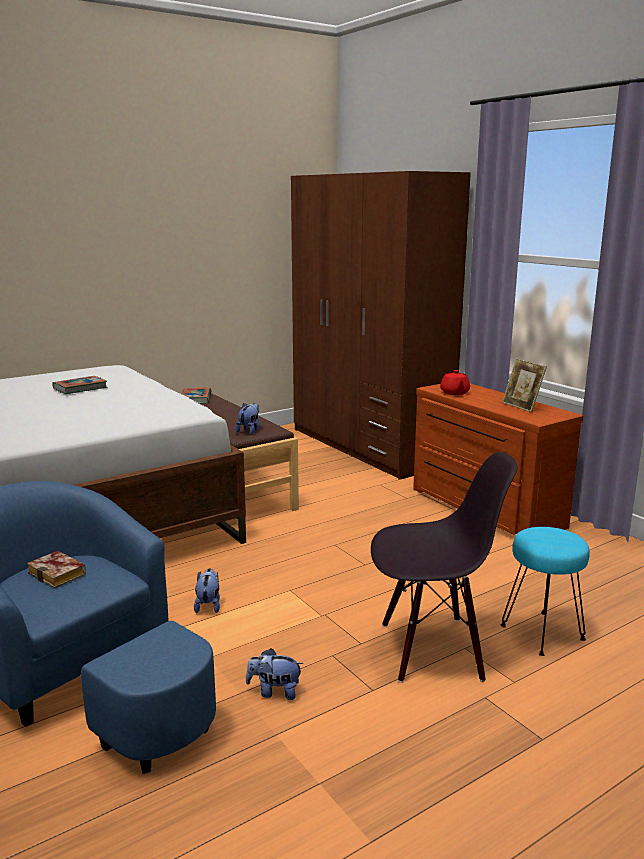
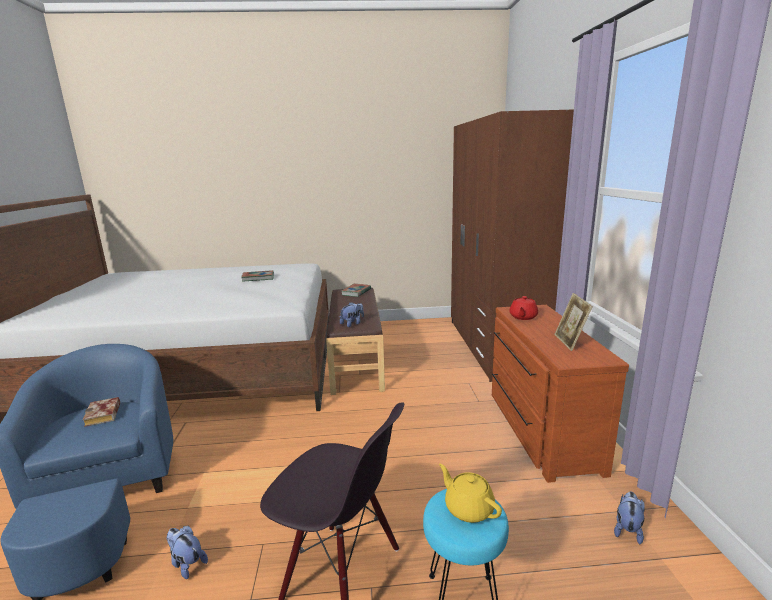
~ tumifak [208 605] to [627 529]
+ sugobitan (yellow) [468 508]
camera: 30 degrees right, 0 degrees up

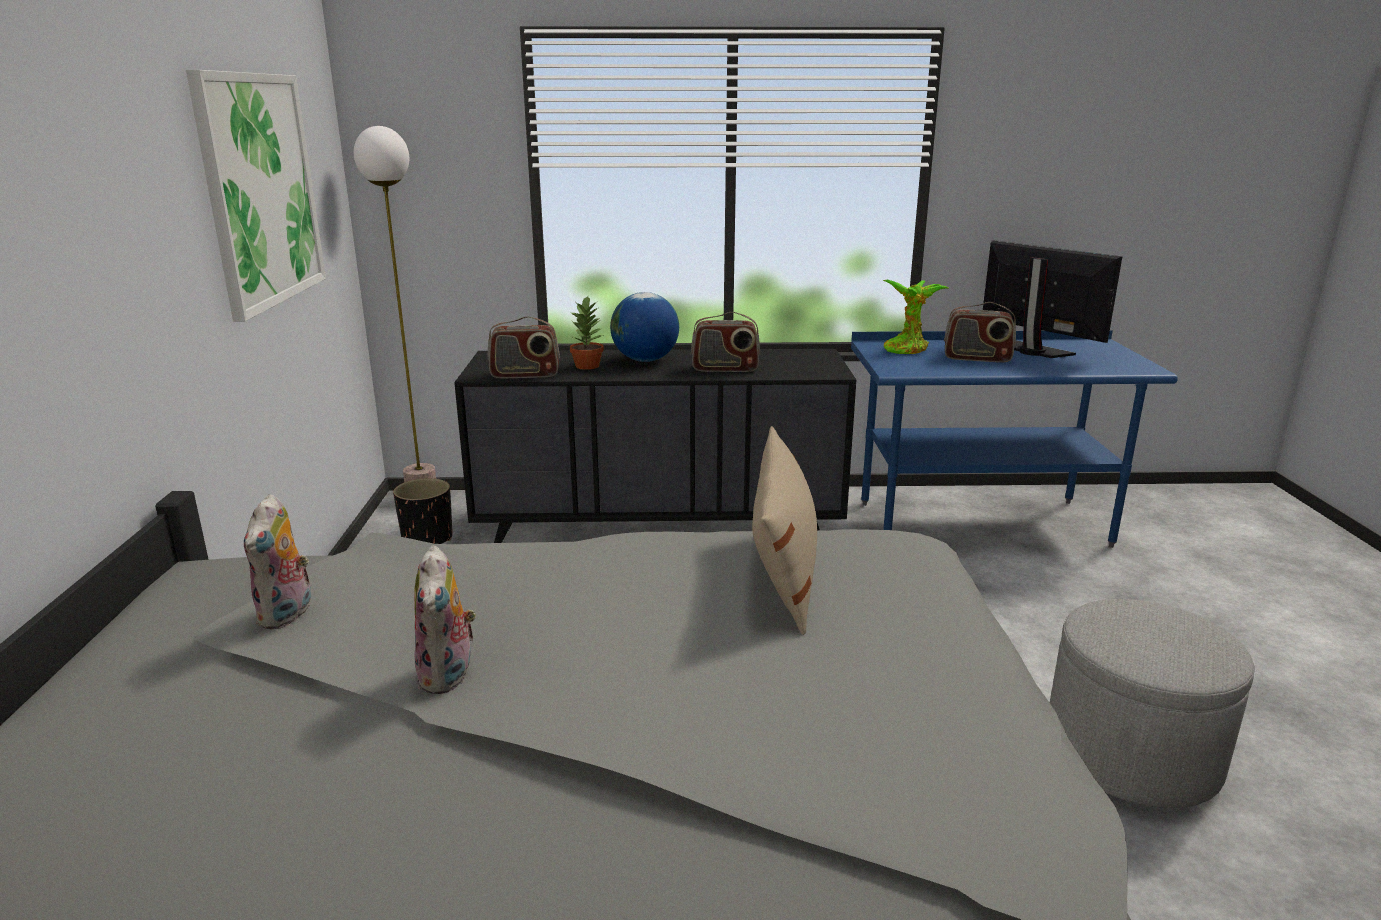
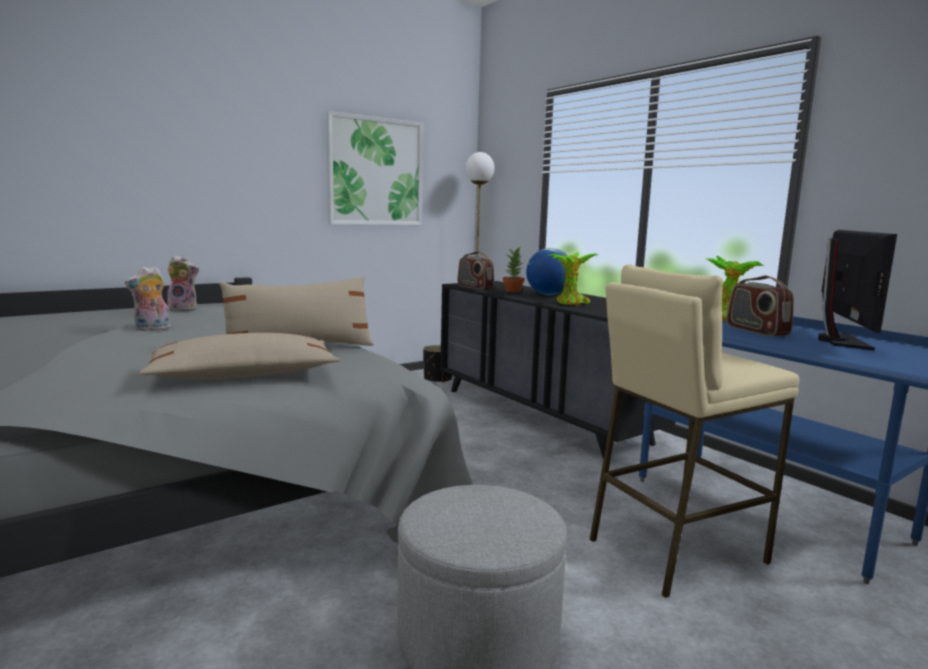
~ tumifak [288 615] = [184 309] 150 degrees counterclockwise
~ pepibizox [725 369] to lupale [571 304]
+ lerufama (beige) [244 376]
+ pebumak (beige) [674 550]
camera: 55 degrees right, 10 degrees down

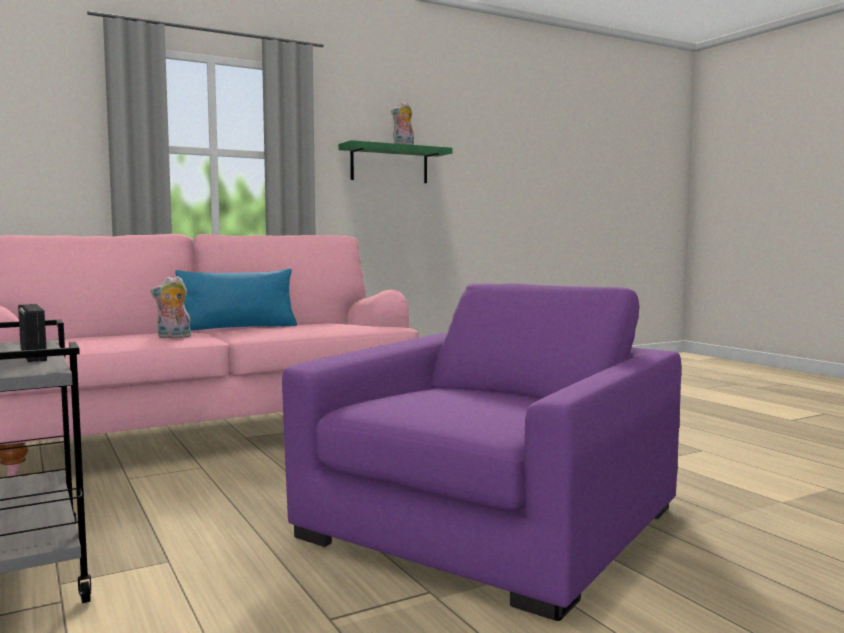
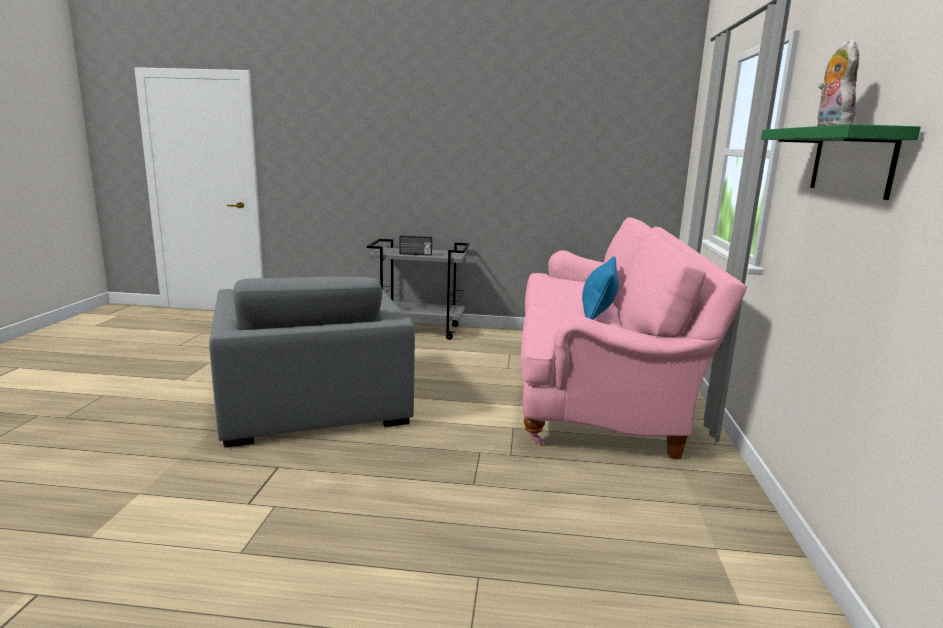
- tumifak [173 337]
~ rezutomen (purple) [491 524] to rezutomen (grey) [311 398]
camera: 125 degrees right, 10 degrees up

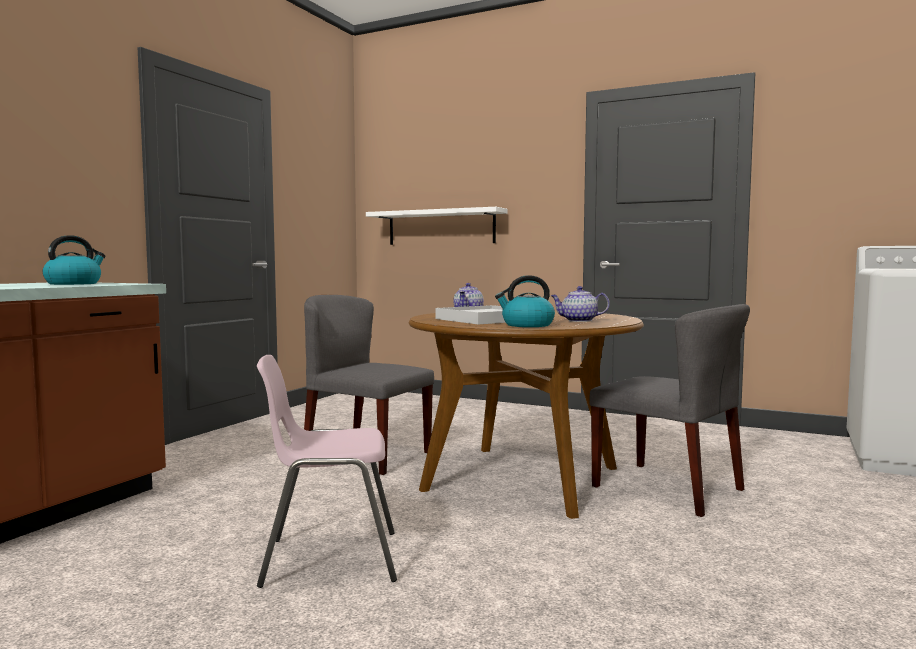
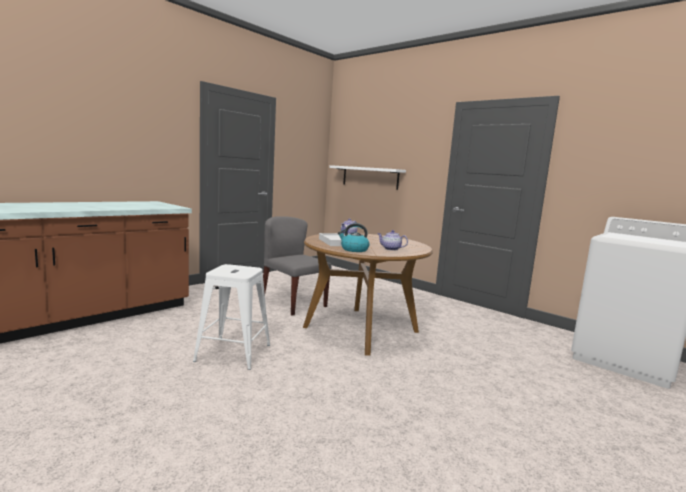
- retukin [74 284]
~ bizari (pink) [329 558] to pebumak (white) [233 353]
- bizari (grey) [668 488]
camera: 15 degrees right, 5 degrees up

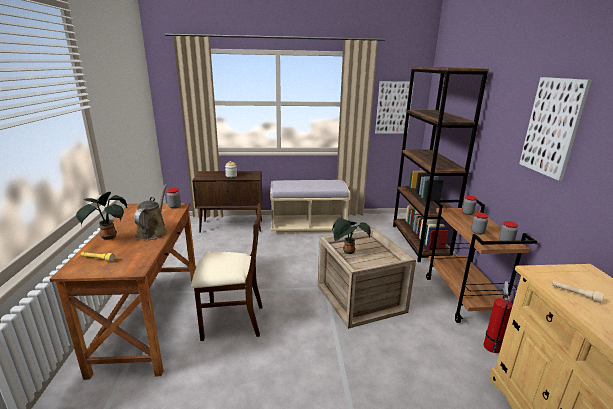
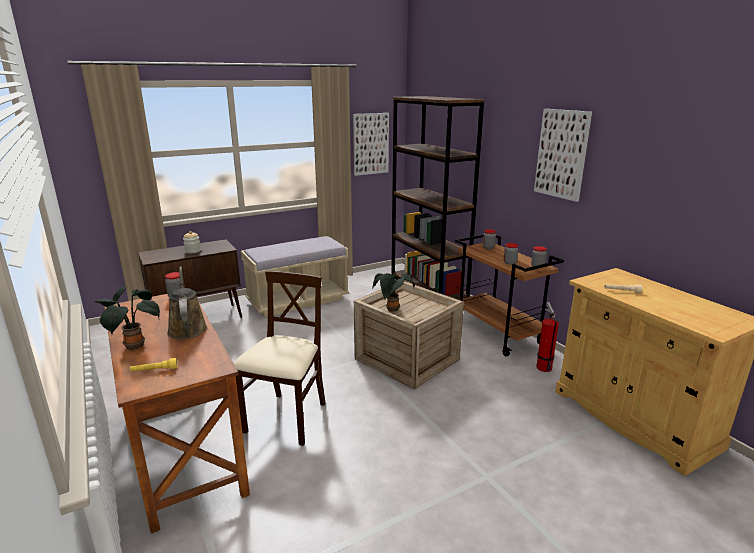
~ bizari (beige) [232 321] = [287 419] 45 degrees counterclockwise
camera: 25 degrees left, 0 degrees up

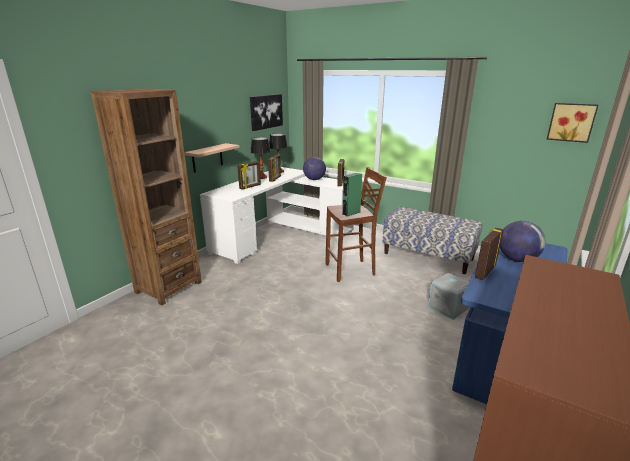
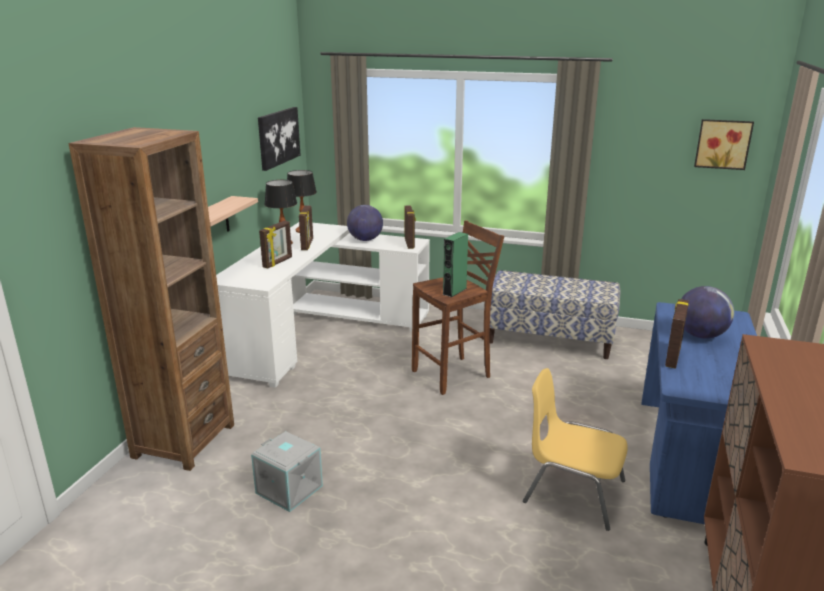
~ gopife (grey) [449 307] to [290 489]
+ bizari (yellow) [572 491]
camera: 15 degrees left, 0 degrees up

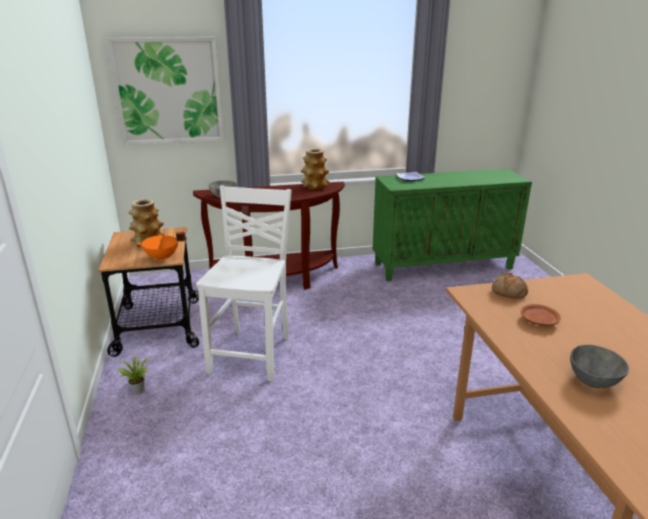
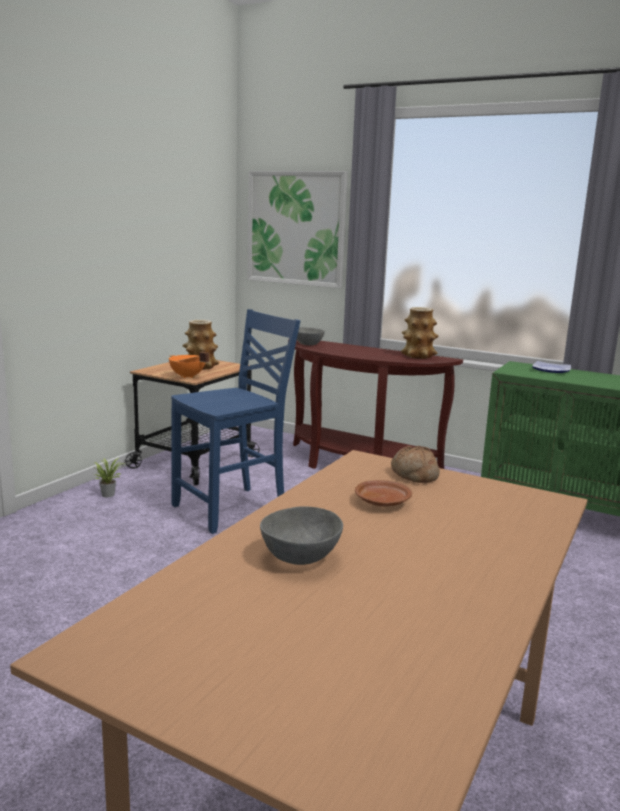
~ bizari (white) [253 354] to bizari (blue) [232 509]
camera: 40 degrees right, 10 degrees down

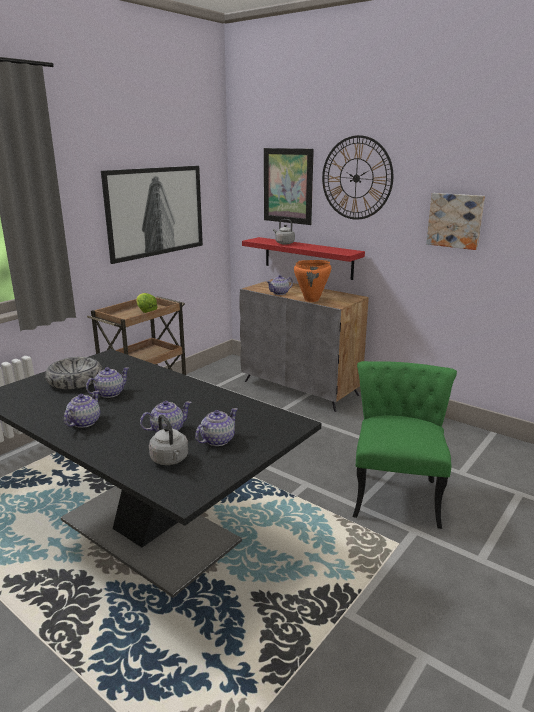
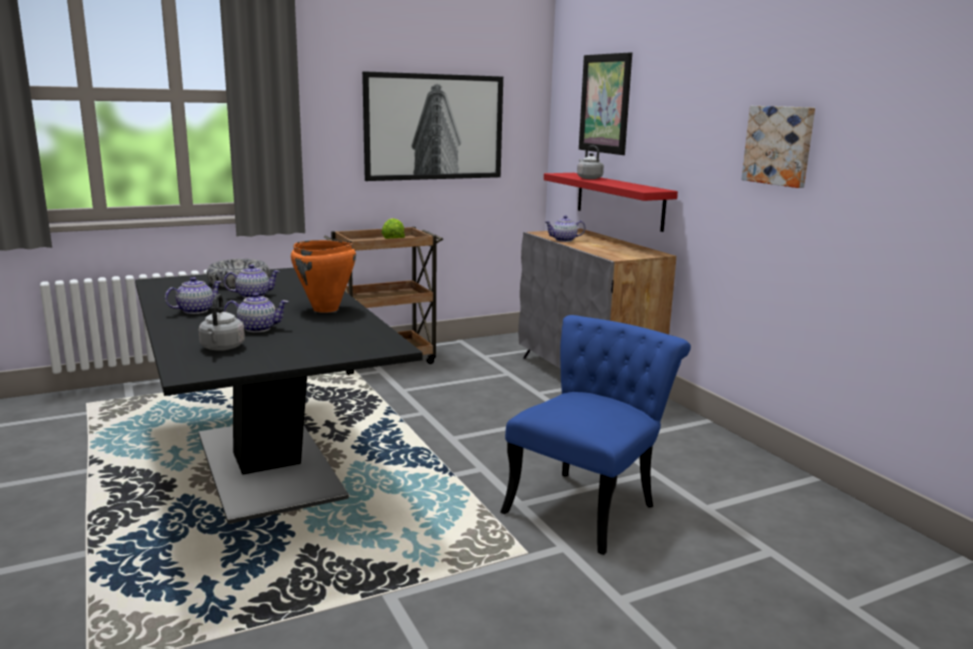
- sugobitan [217 440]
~ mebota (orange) [312 300] to [325 309]
- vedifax [356 178]
~ bizari (green) [396 491] to bizari (blue) [588 503]
camera: 25 degrees right, 5 degrees down

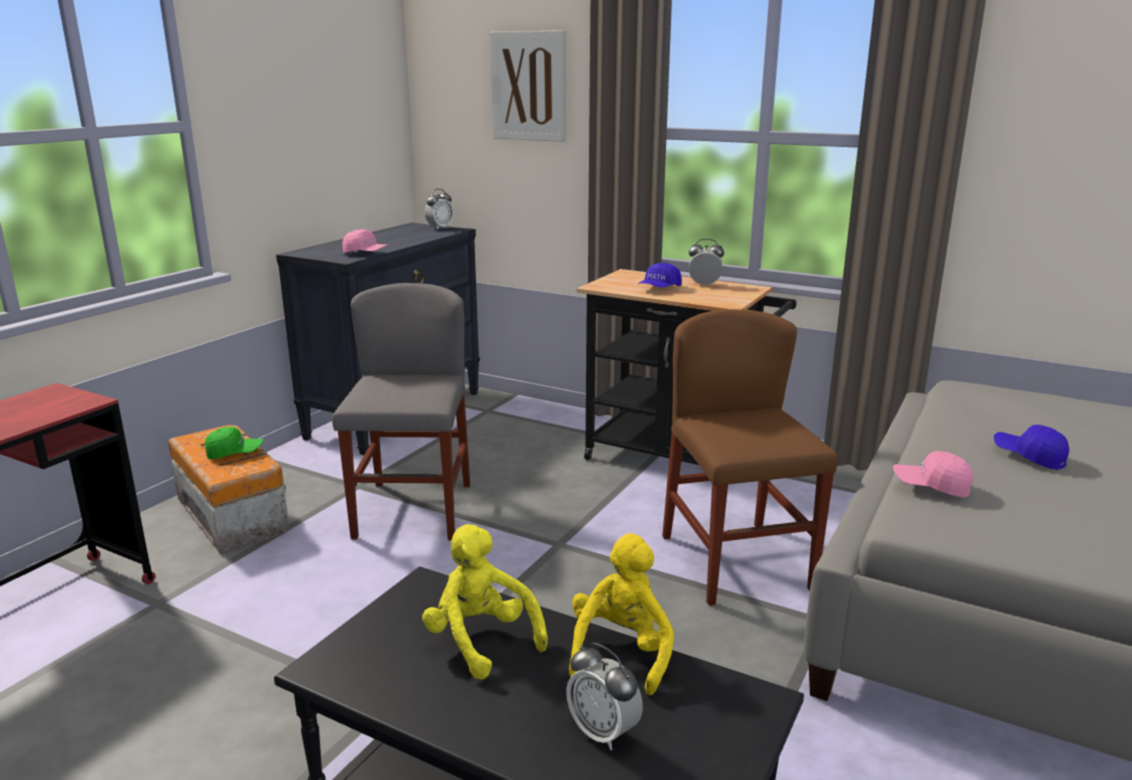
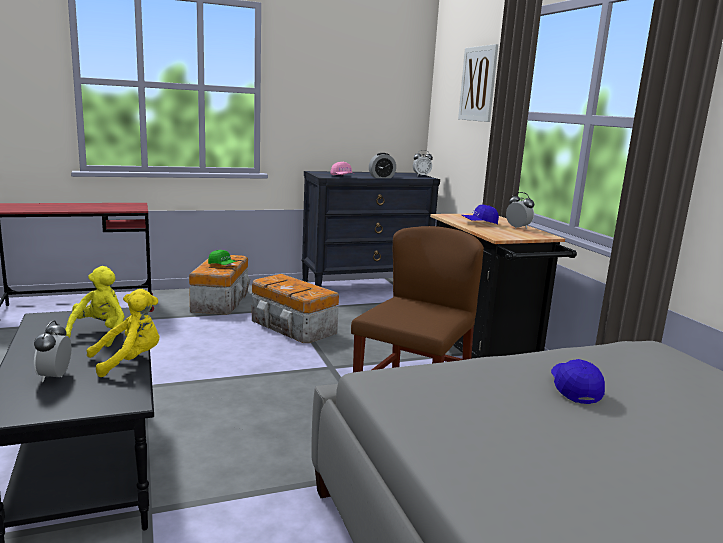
~ bizari (grey) [413 510] to gopife [293 327]
- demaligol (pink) [931 487]
+ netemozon [381 177]
camera: 40 degrees right, 5 degrees down

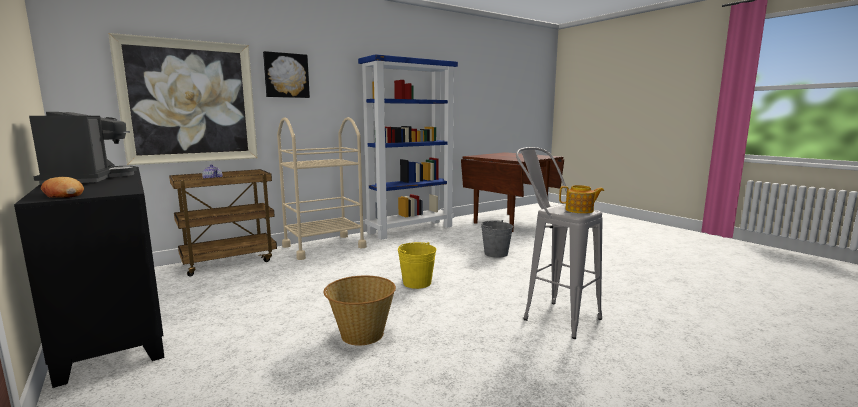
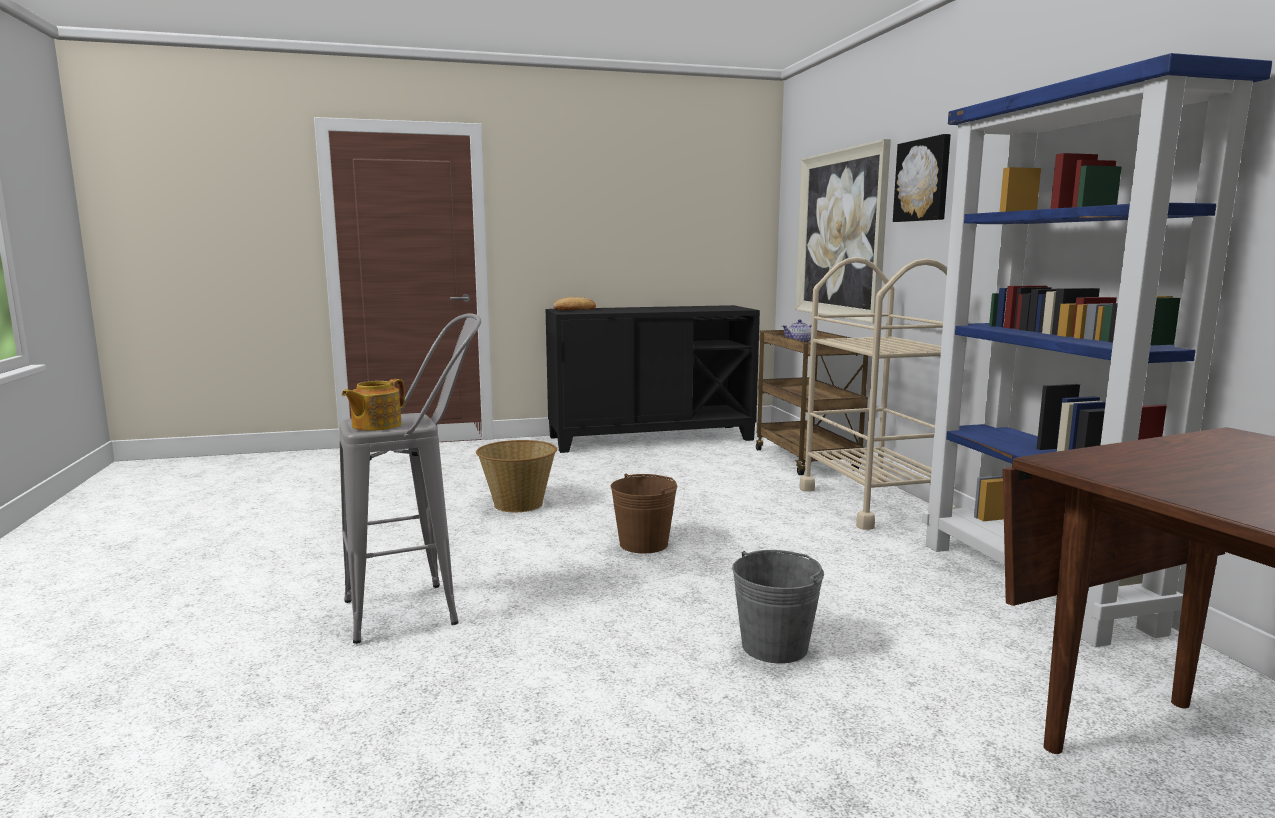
- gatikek [87 178]
~ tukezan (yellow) [417 283] to tukezan (brown) [644 544]
camera: 110 degrees right, 0 degrees up

